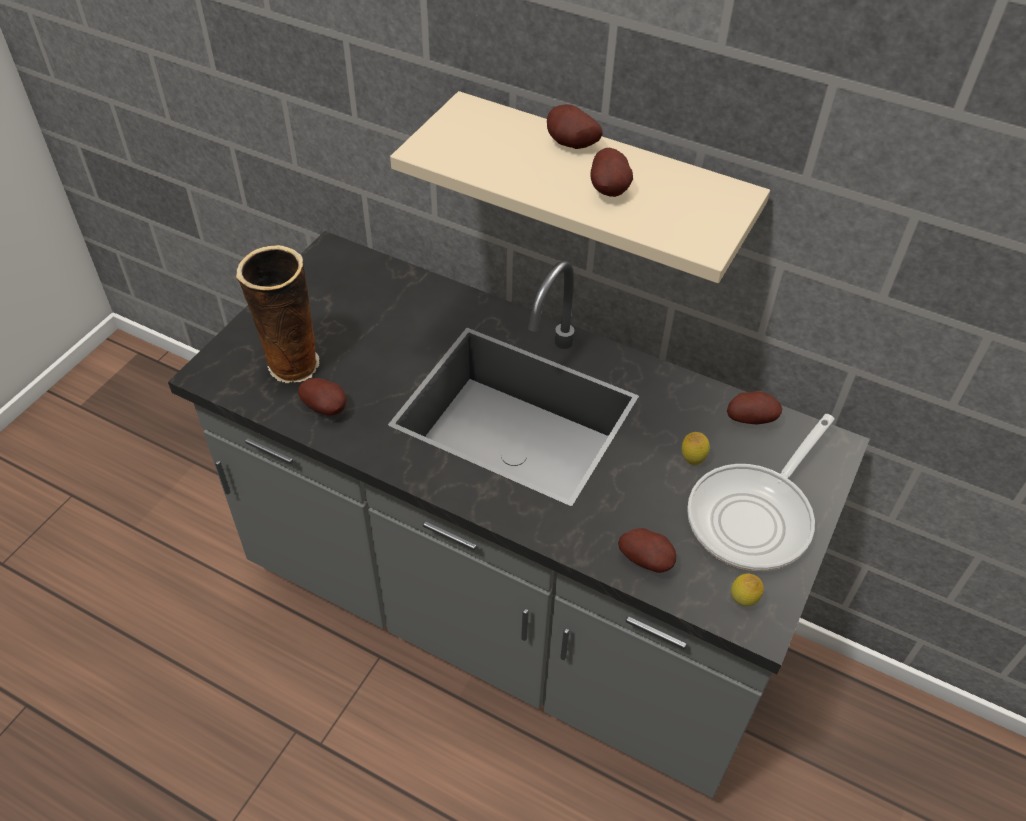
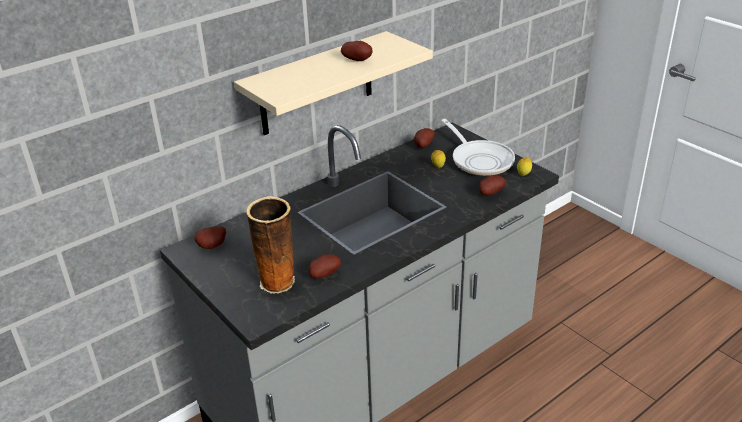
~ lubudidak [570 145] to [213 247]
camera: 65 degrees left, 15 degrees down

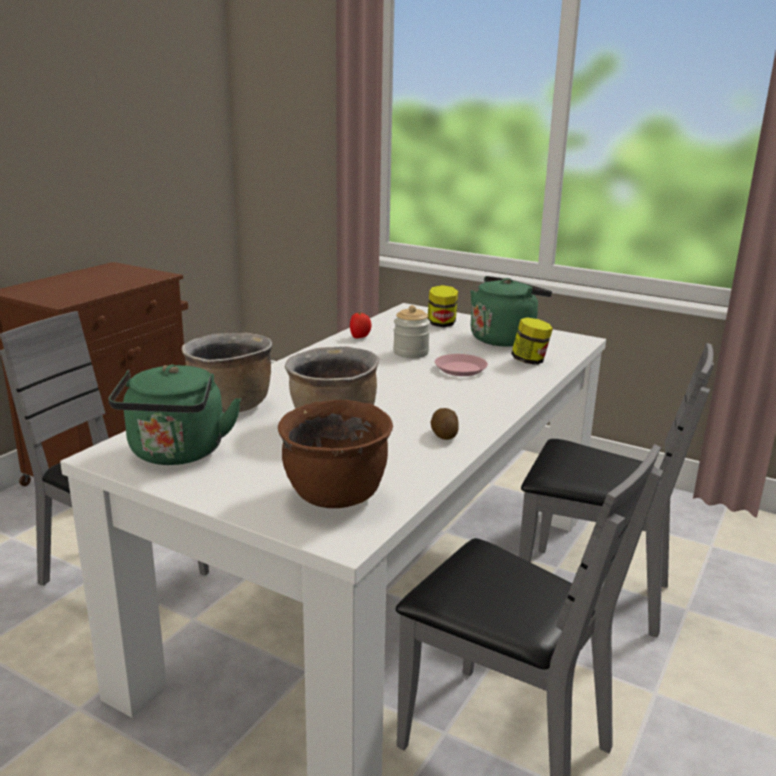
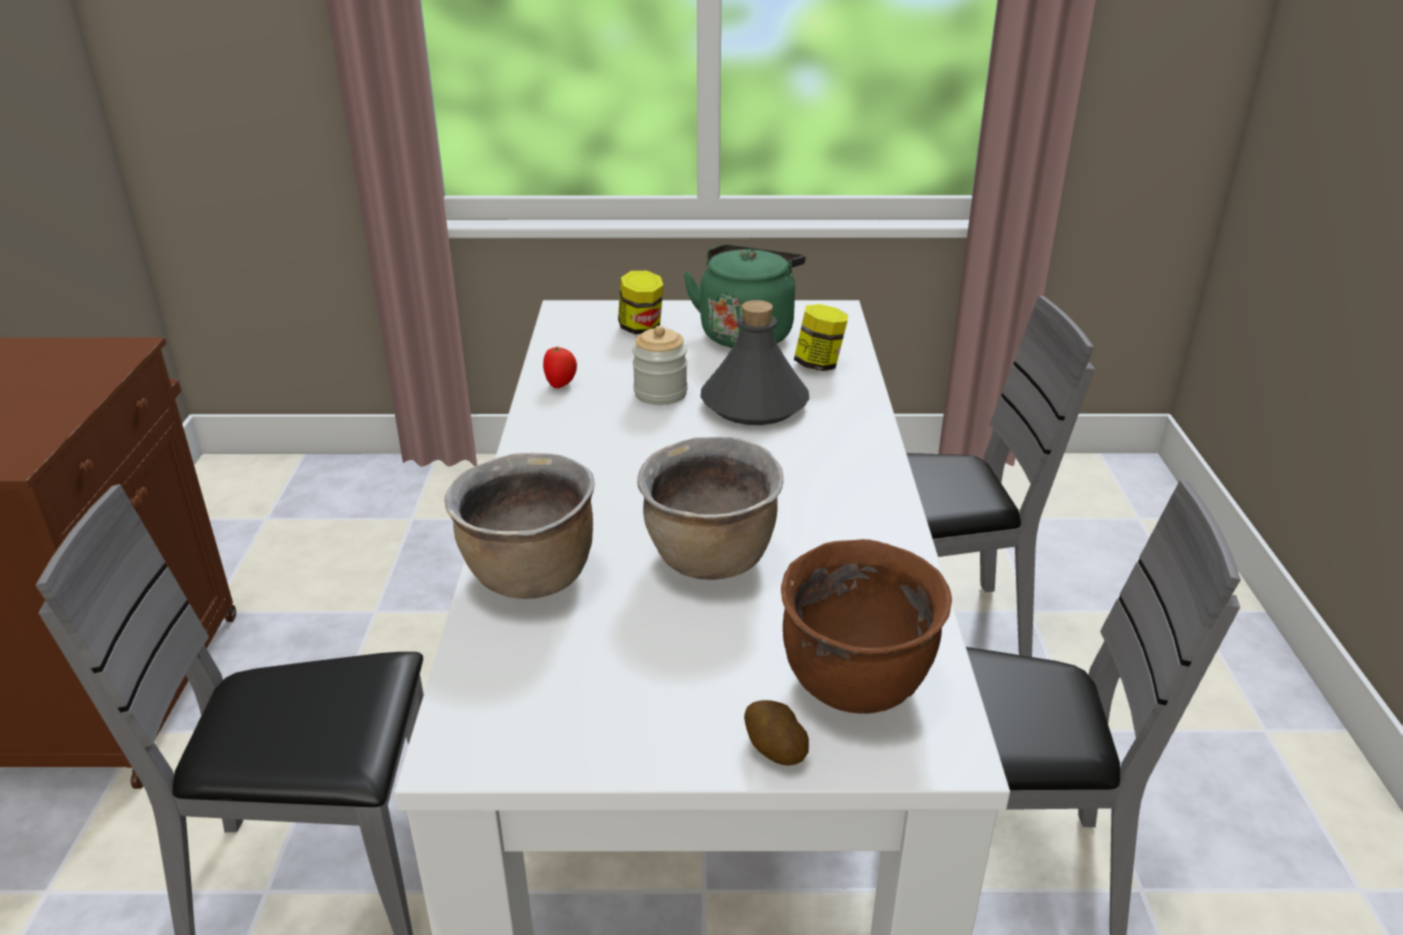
- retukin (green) [176 454]
~ lubudidak [444 435] to [774 748]
~ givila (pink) [461 369] to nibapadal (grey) [755 404]
camera: 30 degrees left, 10 degrees up

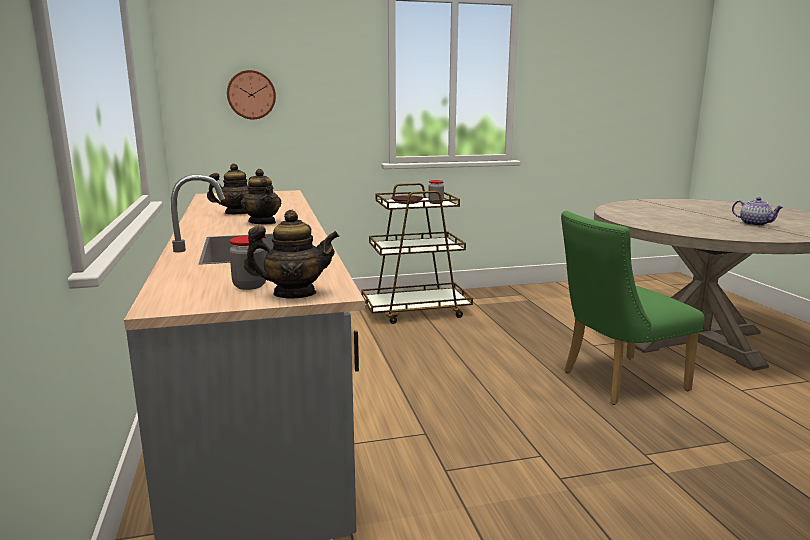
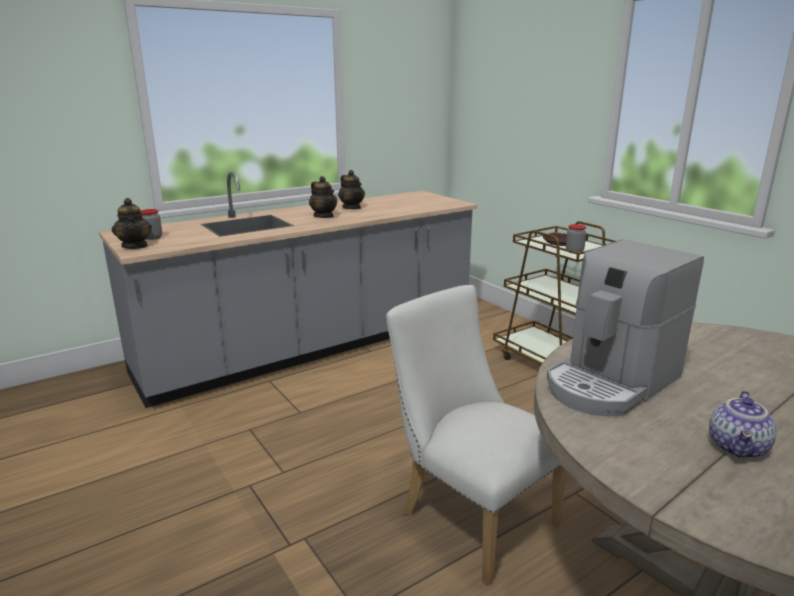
- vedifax [251 95]
~ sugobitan [262 222] = [324 216] 75 degrees counterclockwise
~ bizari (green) [616 382] to bizari (white) [470 515]
+ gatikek [611 383]
camera: 70 degrees right, 5 degrees up

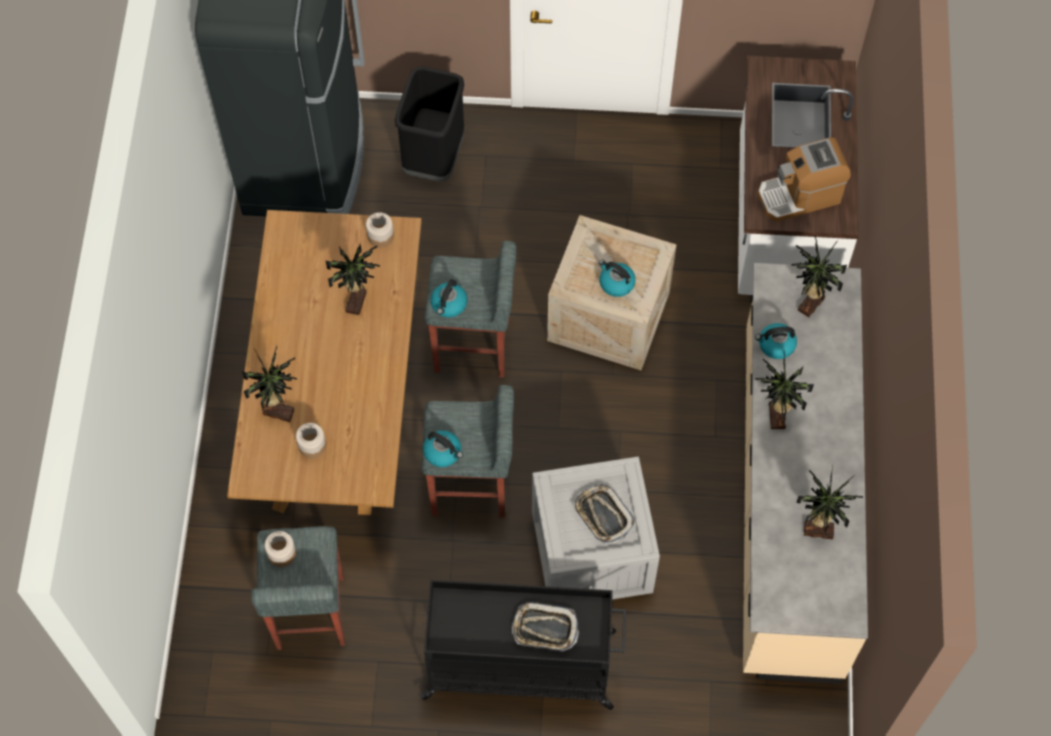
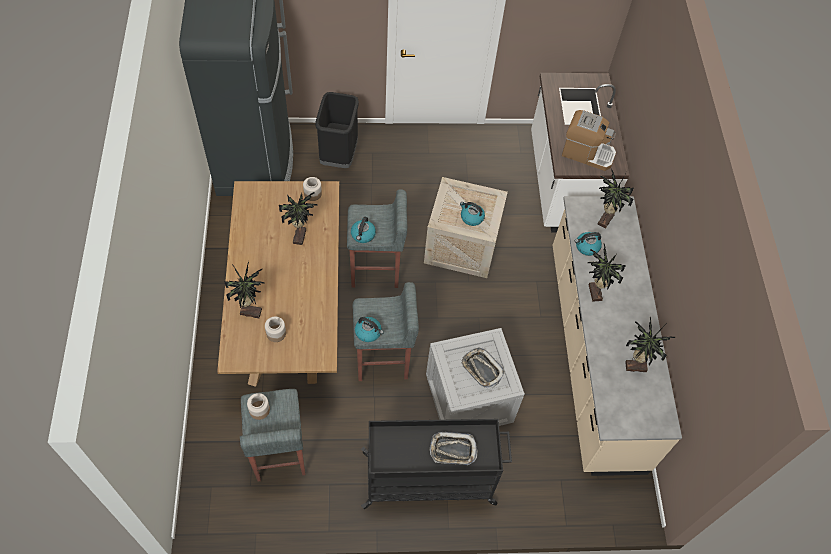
~ gatikek [799 195] = [587 153] 135 degrees counterclockwise
camera: 10 degrees left, 5 degrees down

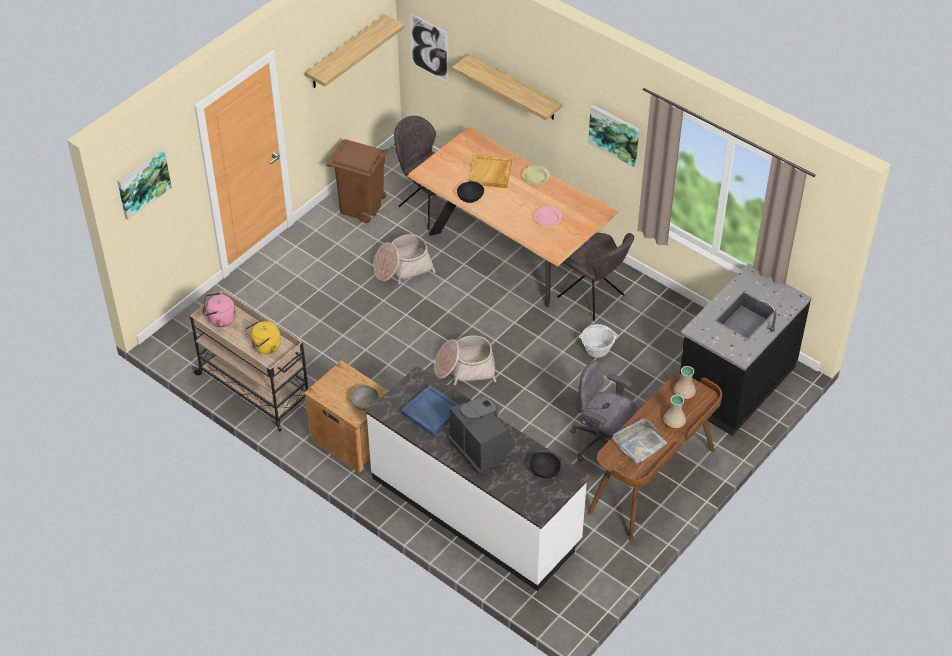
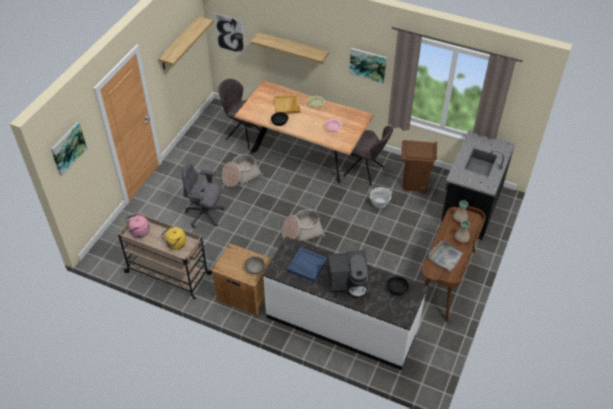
~ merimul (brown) [361 207] to [414 183]
~ gatikek [479 447] = [347 283] 135 degrees clockwise
~ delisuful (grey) [601 443] to [205 215]
camera: 15 degrees left, 0 degrees up

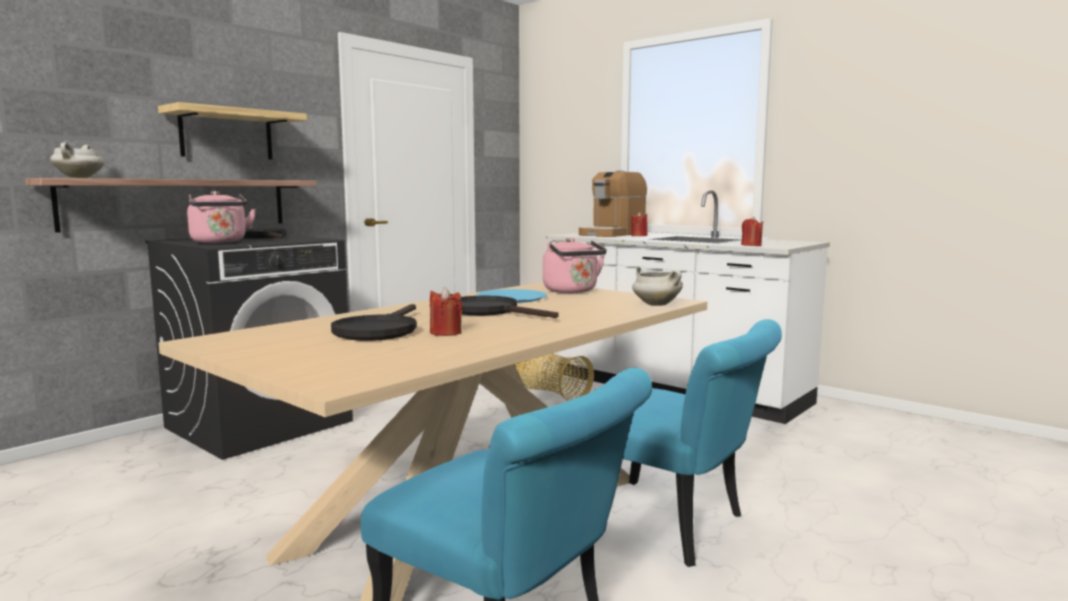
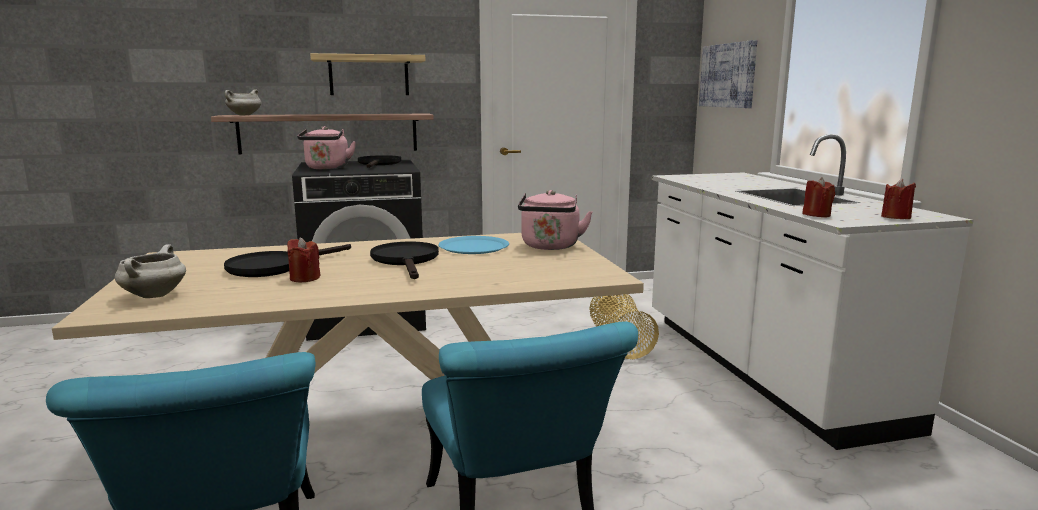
- gatikek [612 234]
~ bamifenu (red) [639 236] to [895 217]
~ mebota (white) [655 305] to [154 295]
+ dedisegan [728 75]
camera: 35 degrees right, 5 degrees up

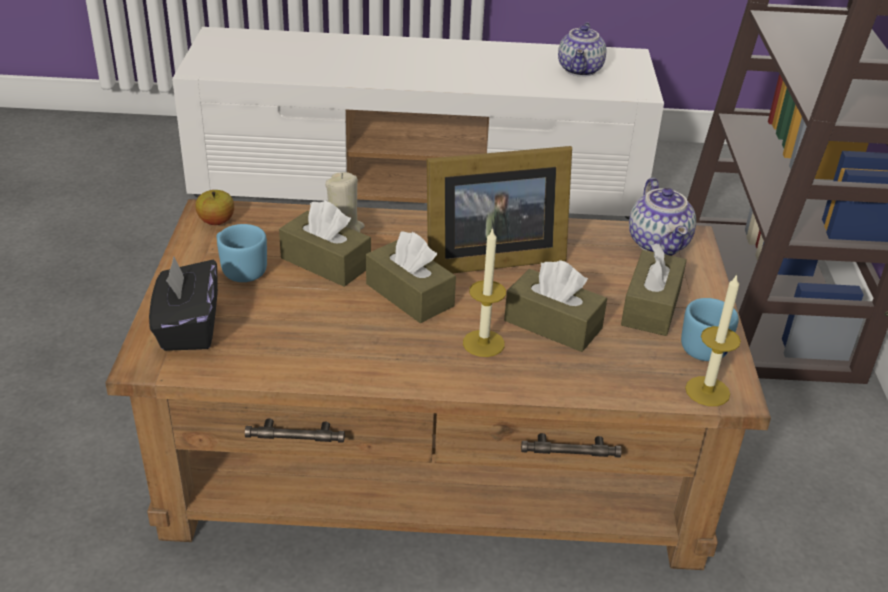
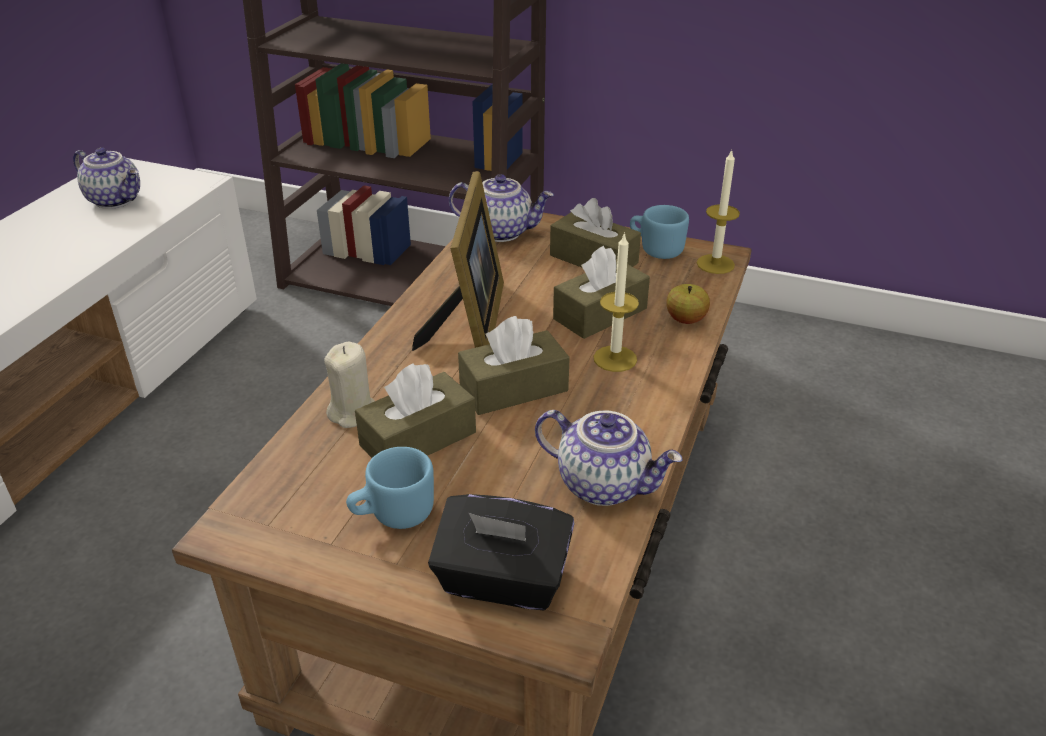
~ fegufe [216 221] to [685 319]
+ sugobitan [604 484]
camera: 70 degrees left, 0 degrees up

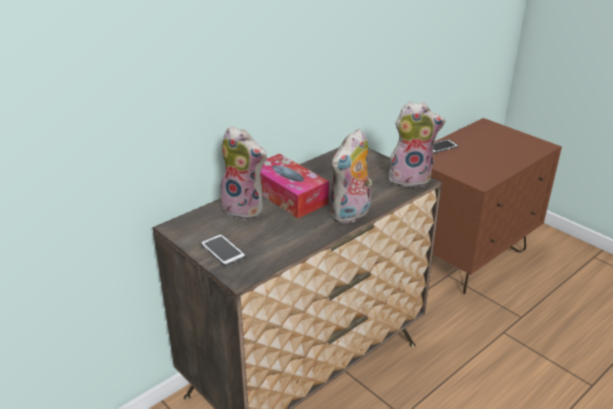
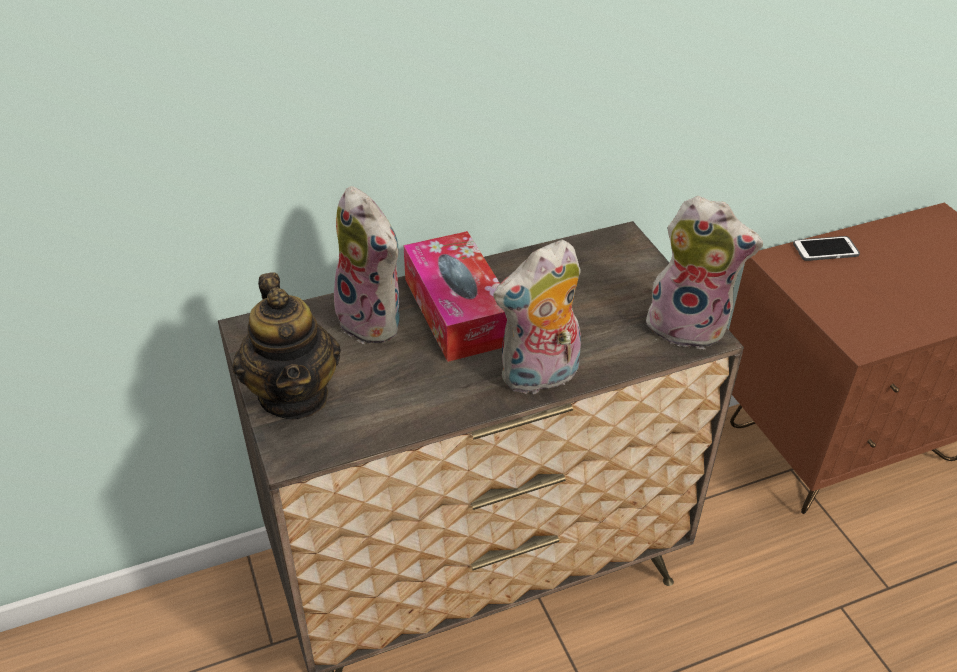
~ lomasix [223 251] to sugobitan [294 395]
camera: 20 degrees right, 10 degrees up

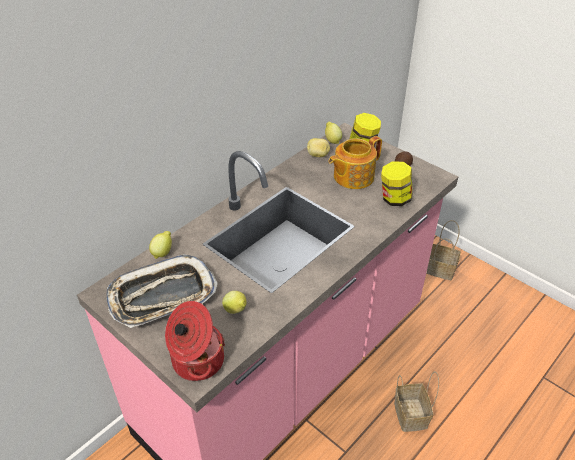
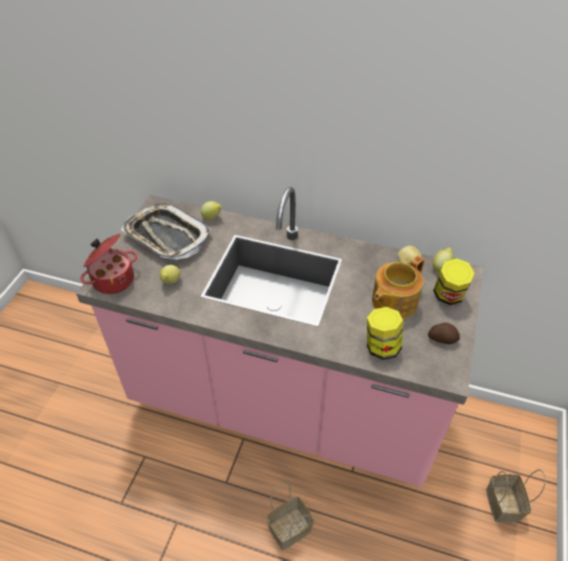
~ sugobitan [352 176] = [393 302] 75 degrees counterclockwise
camera: 65 degrees right, 5 degrees up

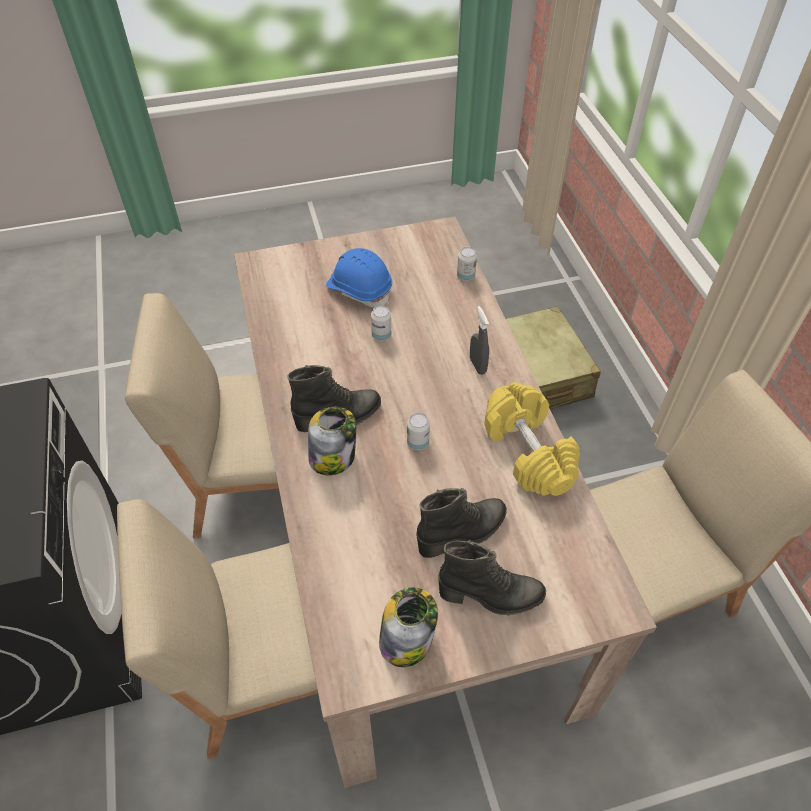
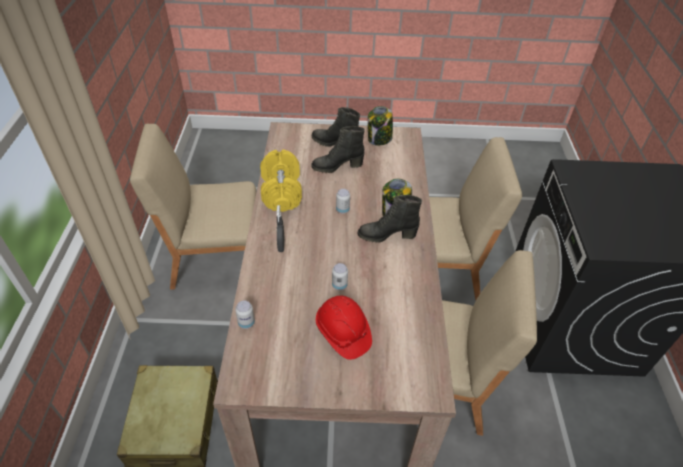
~ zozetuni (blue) [360 289] to zozetuni (red) [343 333]
camera: 165 degrees left, 5 degrees down

